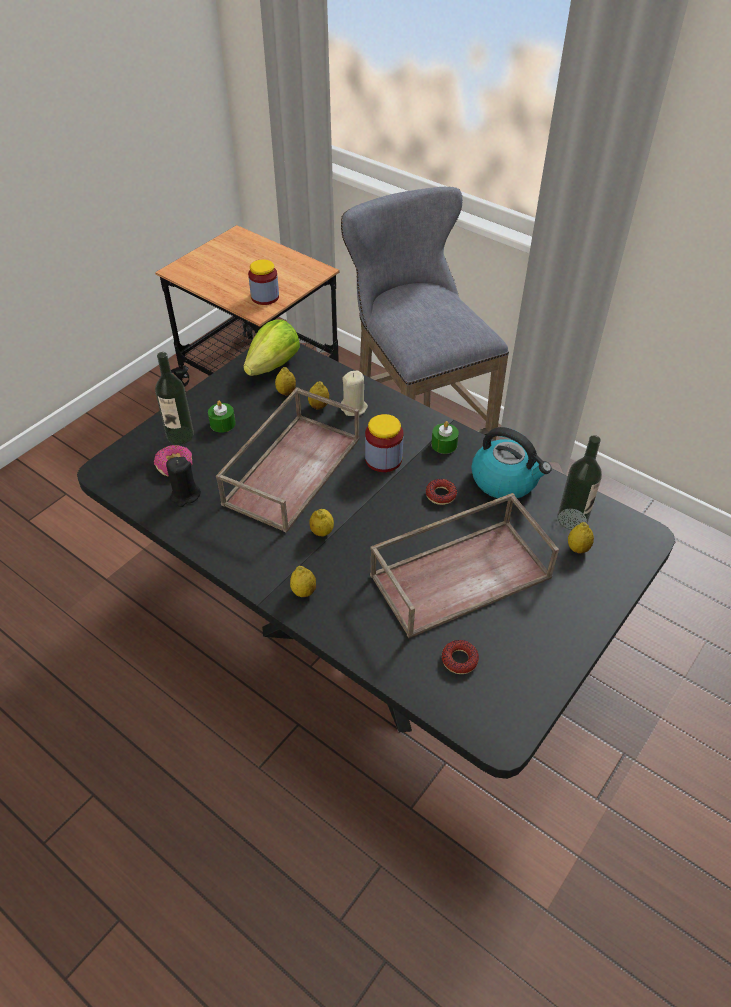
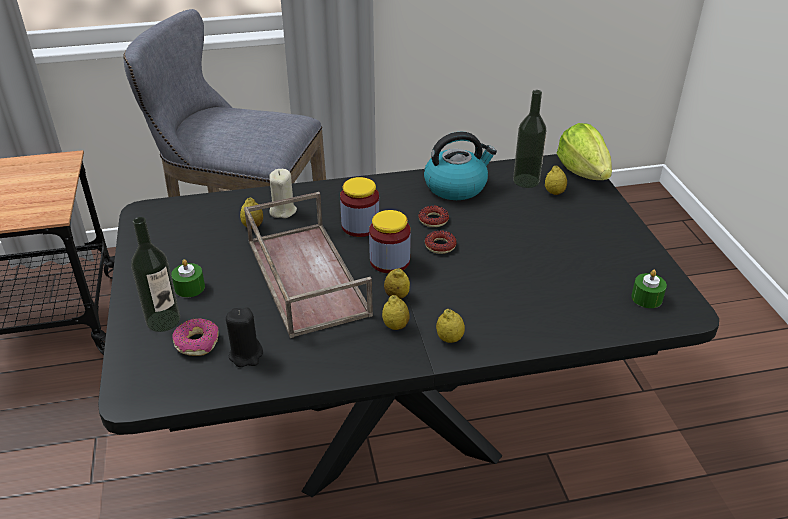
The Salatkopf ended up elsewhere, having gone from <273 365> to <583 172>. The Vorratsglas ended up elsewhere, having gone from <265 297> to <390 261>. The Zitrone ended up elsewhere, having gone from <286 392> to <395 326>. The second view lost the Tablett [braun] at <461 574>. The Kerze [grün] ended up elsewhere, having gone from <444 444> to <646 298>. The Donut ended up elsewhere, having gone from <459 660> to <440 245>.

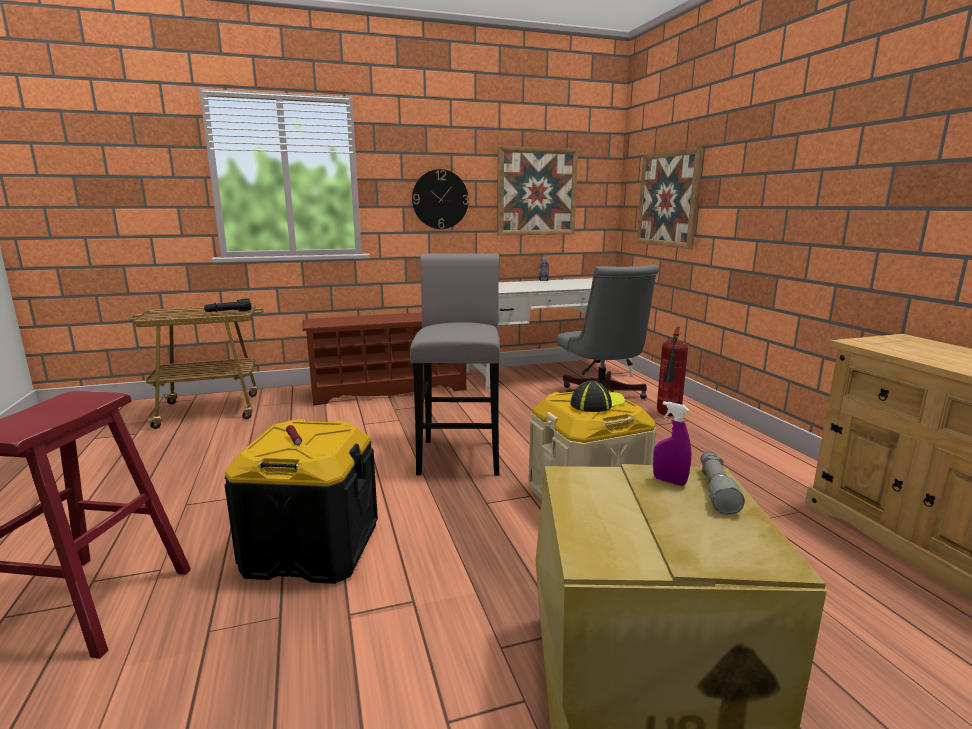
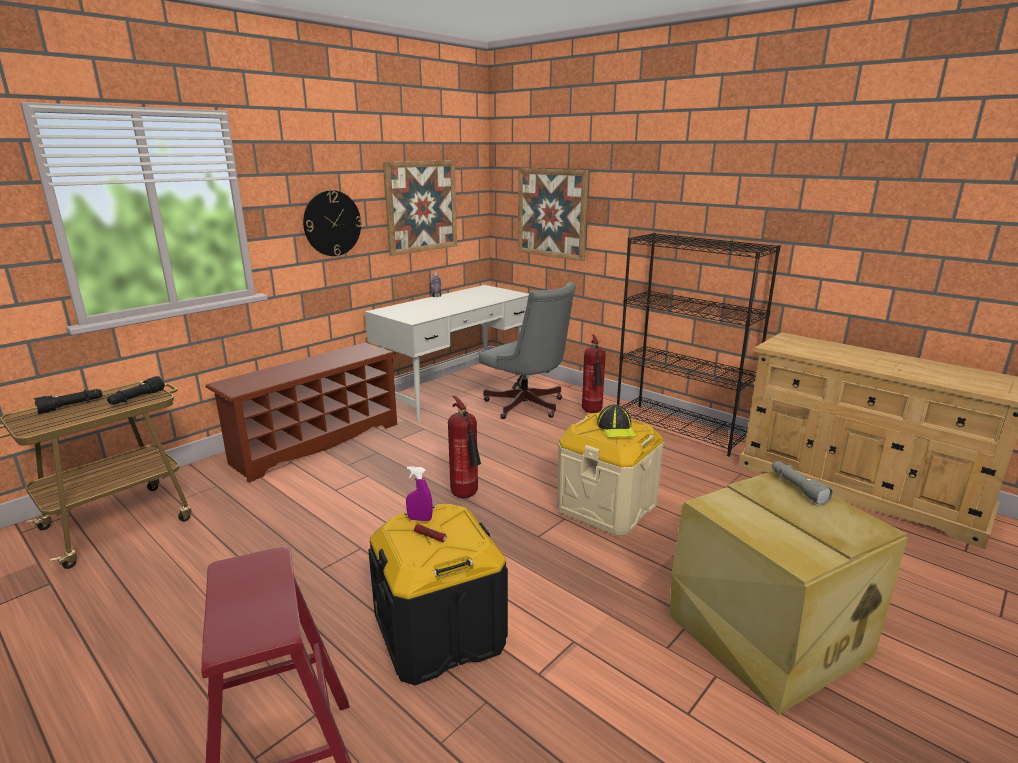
Where the Hocker [grau] stood at <460 453>, the Feuerlöscher came to stand at <466 496>. The Kappe at <597 403> ended up facing another way, 150 degrees clockwise from before. The Sprühflasche [lila] ended up elsewhere, having gone from <669 481> to <420 519>. The second view gained the Taschenlampe [schwarz] at <71 406>. The second view gained the Bücherregal [schwarz] at <681 429>.

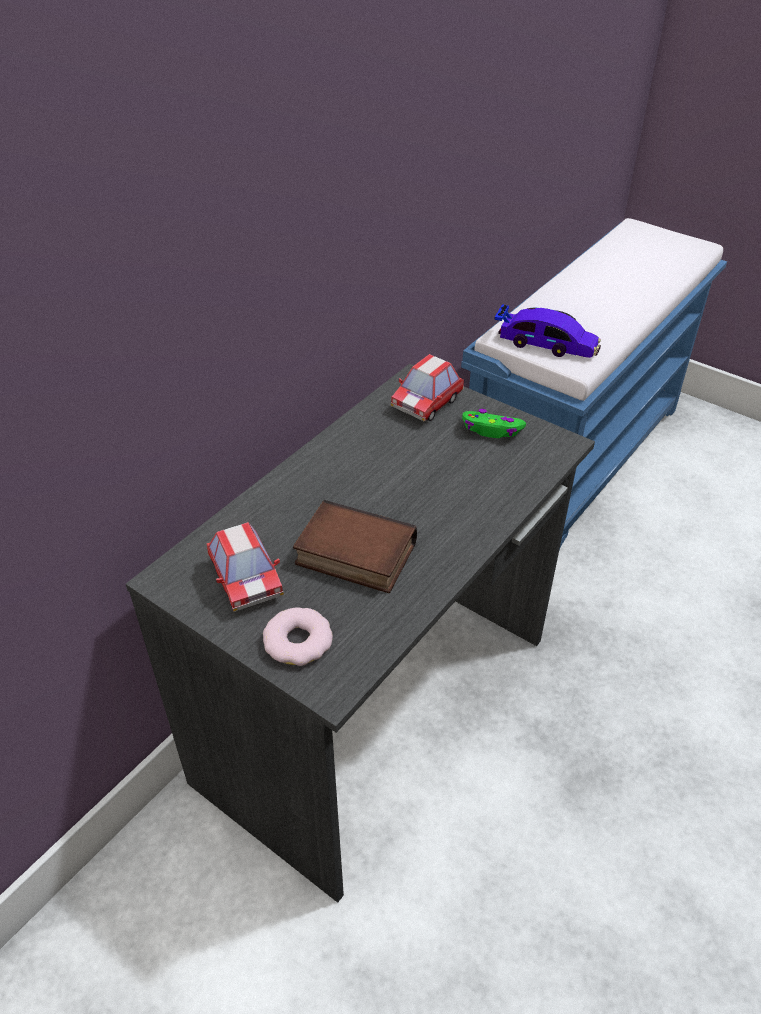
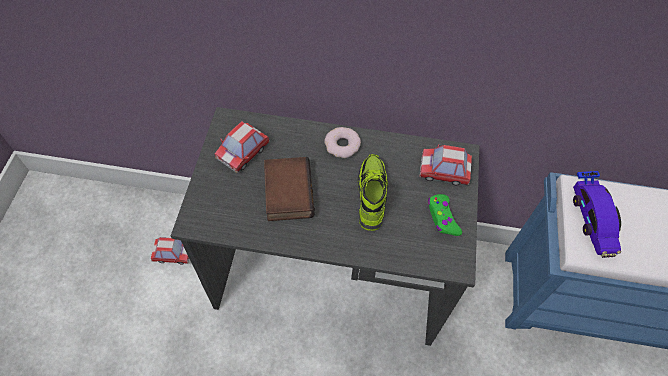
The Donut ended up elsewhere, having gone from <298 641> to <342 145>. The second view gained the Spielzeugauto at <173 254>. The second view gained the Schuh at <371 196>.

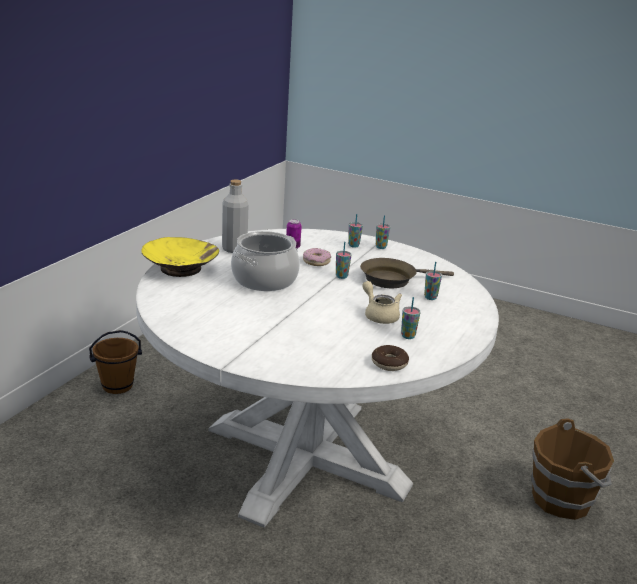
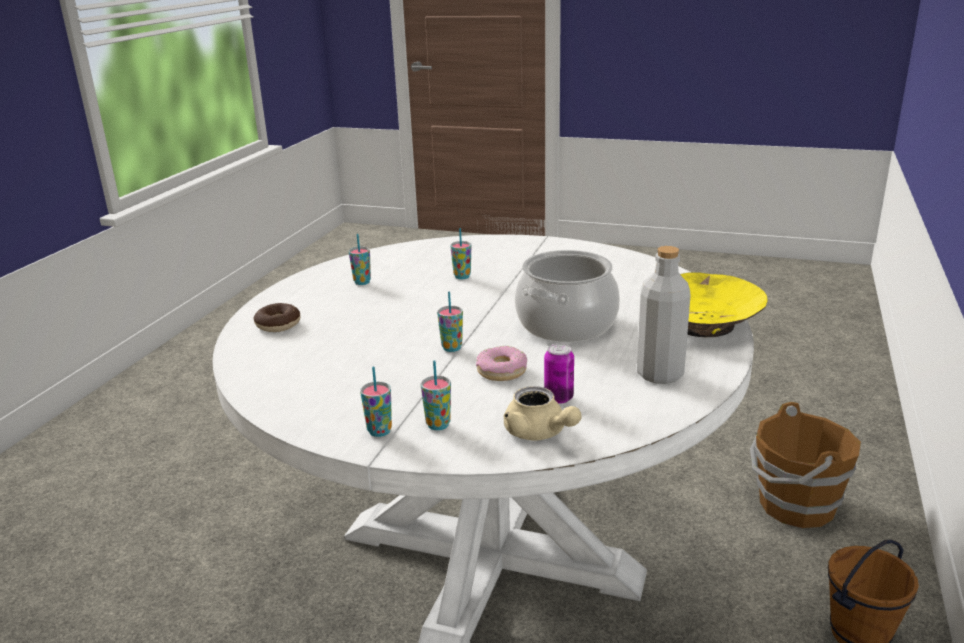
The second view lost the Pfanne [braun] at <392 279>. The Teekanne [beige] ended up elsewhere, having gone from <379 315> to <539 433>. The Donut ended up elsewhere, having gone from <389 363> to <278 325>. The Tasse ended up elsewhere, having gone from <430 297> to <462 276>. The Eimer [braun] ended up elsewhere, having gone from <563 500> to <794 505>.

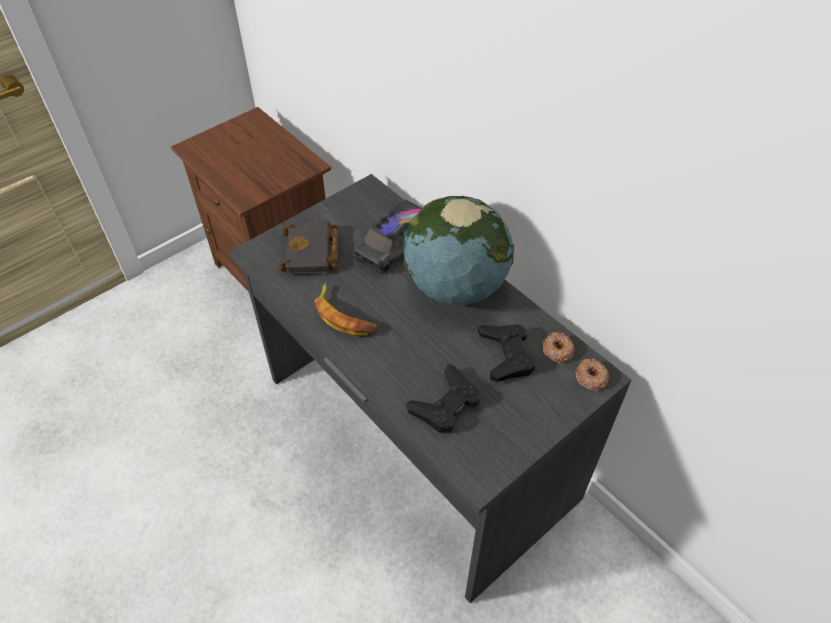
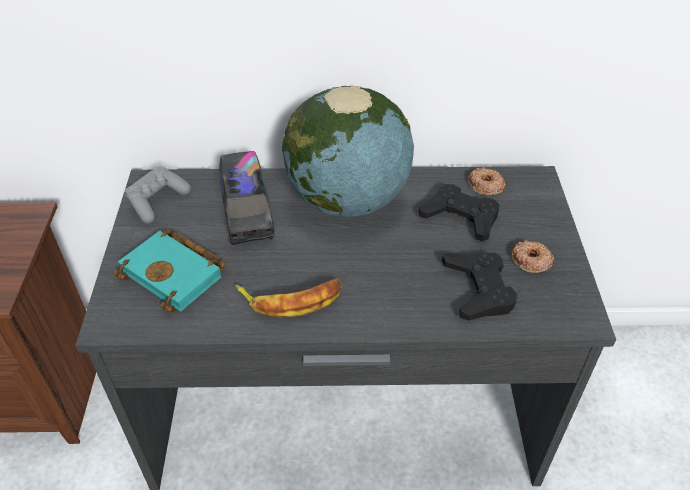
What was the Buch [schwarz] at <312 253> turned into the Buch [türkis] at <176 274>. The Donut ended up elsewhere, having gone from <591 377> to <531 260>. The second view gained the Gamepad [grau] at <157 202>.

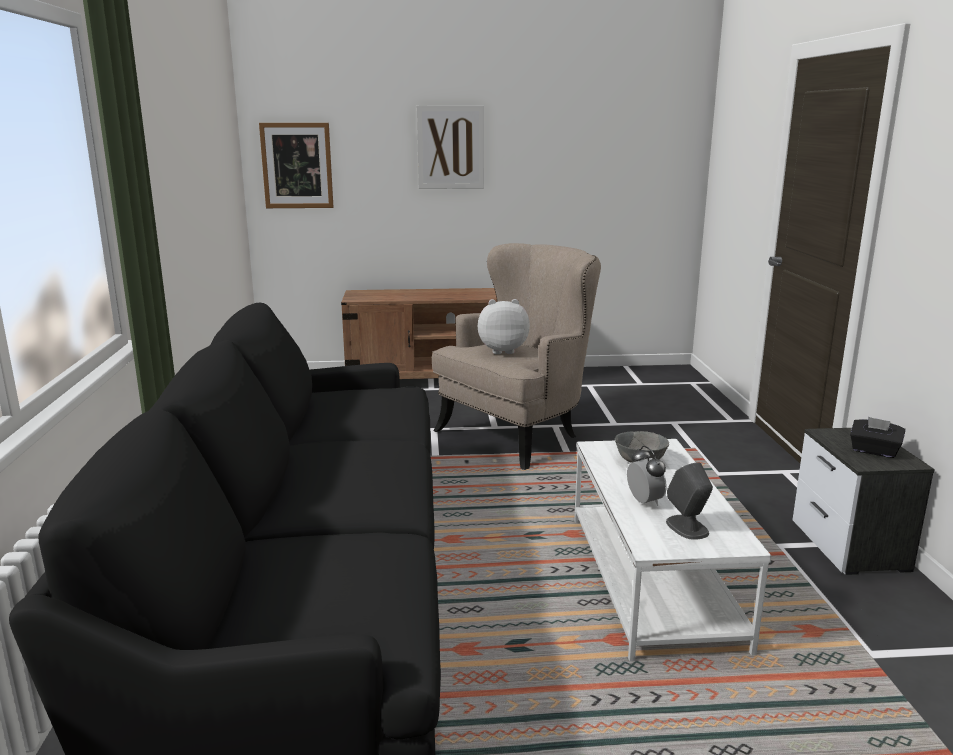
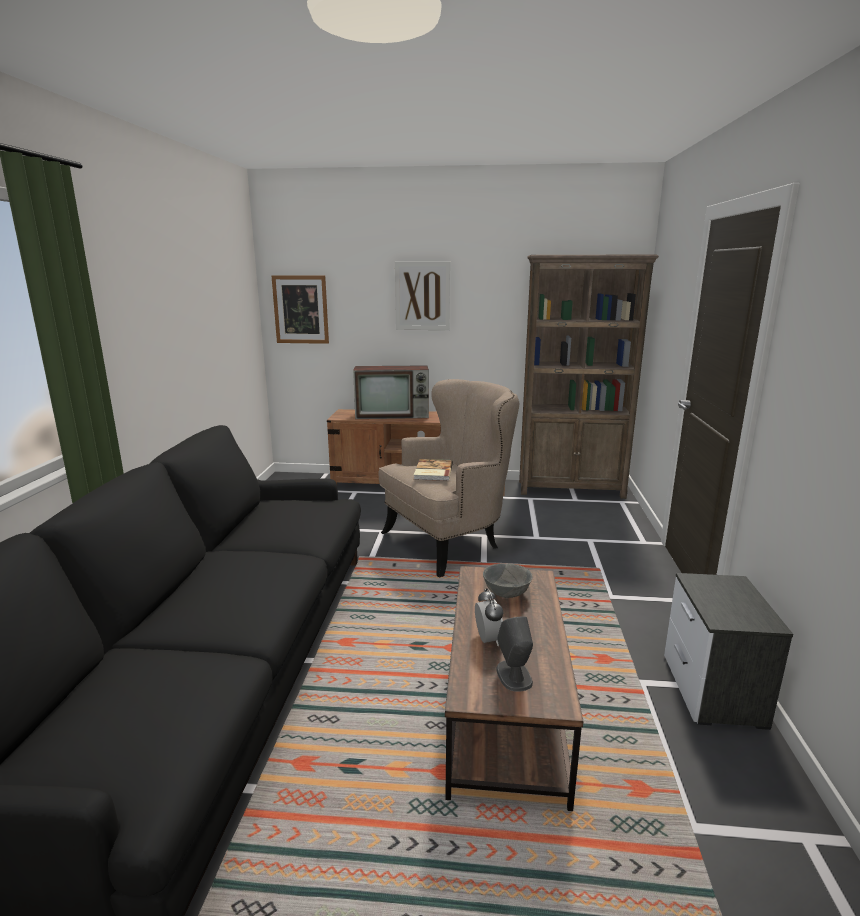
Where the Plüschtier stood at <502 350>, the Buch came to stand at <432 472>. What was the Couchtisch [weiß] at <650 579> turned into the Couchtisch [braun] at <504 706>. The second view lost the Taschentuchbox [schwarz] at <874 451>. The second view gained the Fernseher at <393 415>. The second view gained the Bücherregal [braun] at <571 489>.

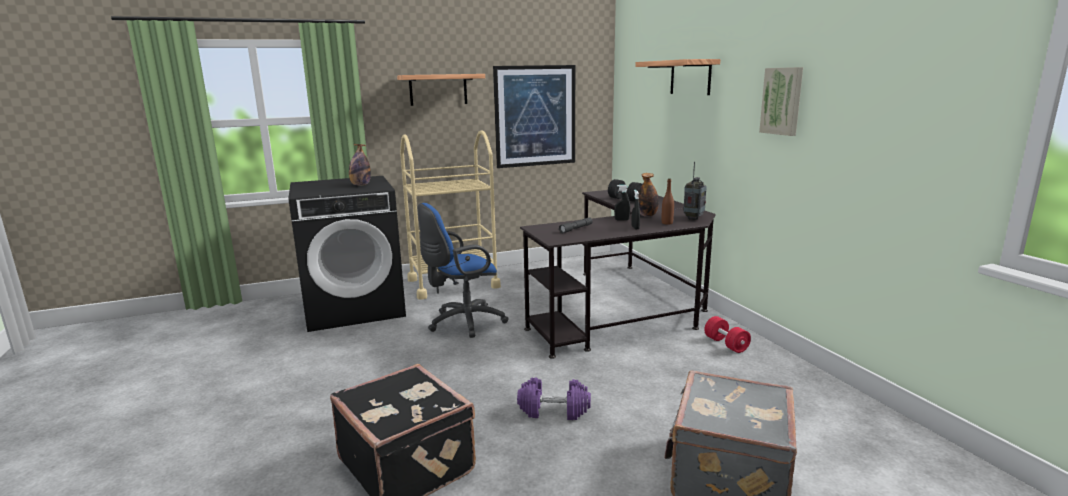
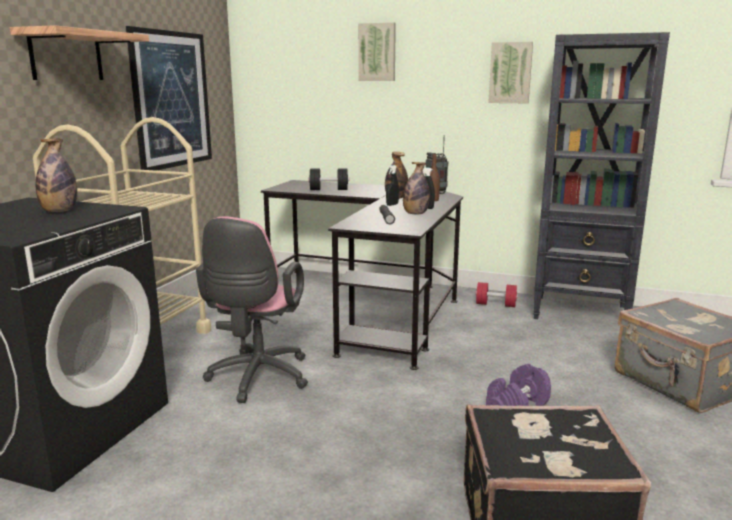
What was the Bürostuhl [blau] at <463 323> turned into the Bürostuhl [rosa] at <257 379>. Where the Wandregal hung at <690 77>, the Bild came to hang at <377 52>. The second view gained the Flasche at <415 214>. The second view gained the Bücherregal [schwarz] at <581 312>.

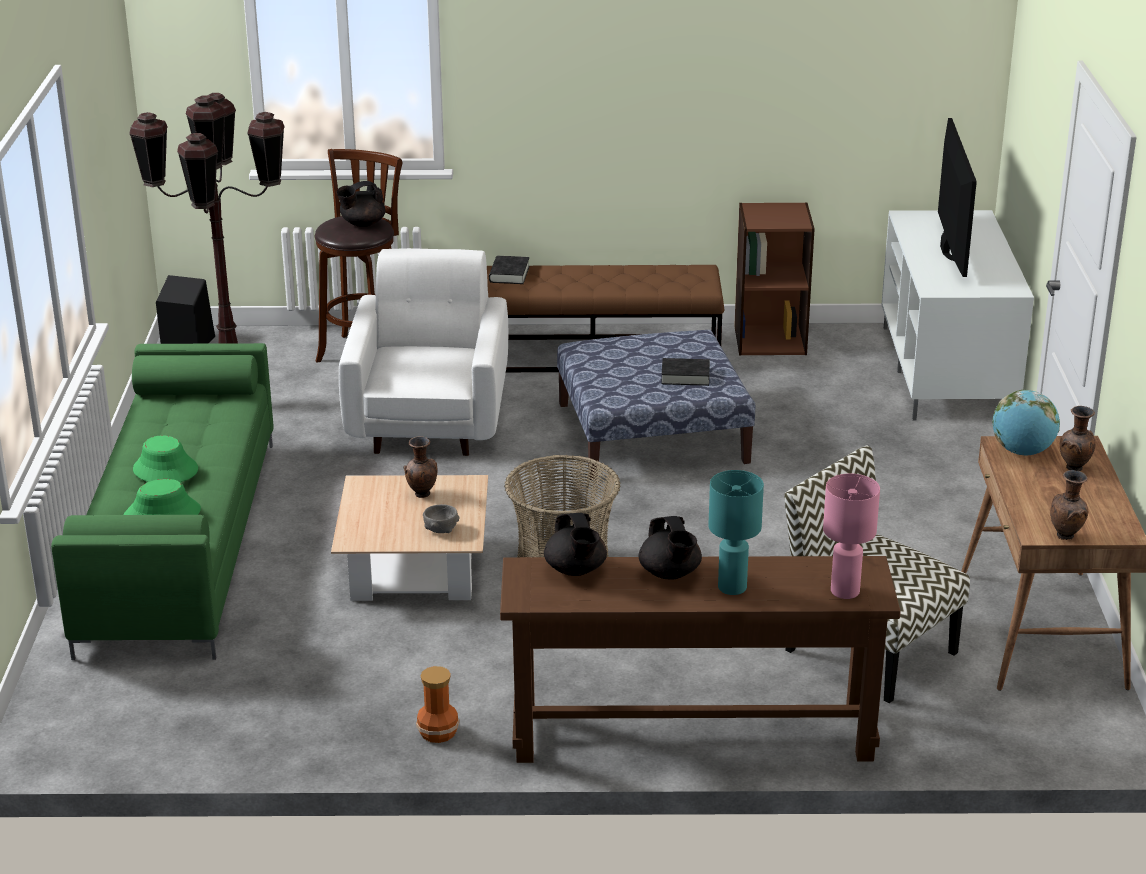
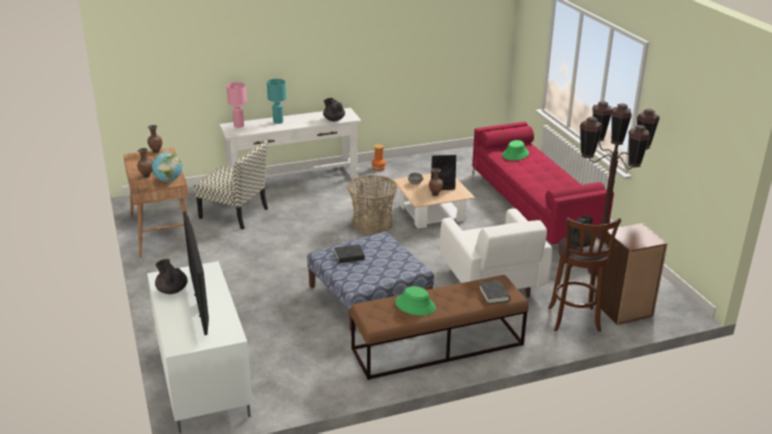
What was the Sofa [grün] at <179 543> turned into the Sofa [rot] at <535 206>. The Hut [grün] ended up elsewhere, having gone from <165 470> to <415 305>. The Lautsprecher [schwarz] ended up elsewhere, having gone from <186 343> to <443 185>. What was the Konsolentisch [braun] at <692 733> turned into the Konsolentisch [weiß] at <293 180>. The Teekanne [schwarz] ended up elsewhere, having gone from <670 573> to <172 290>. The Bücherregal [braun] ended up elsewhere, having gone from <770 340> to <623 309>.

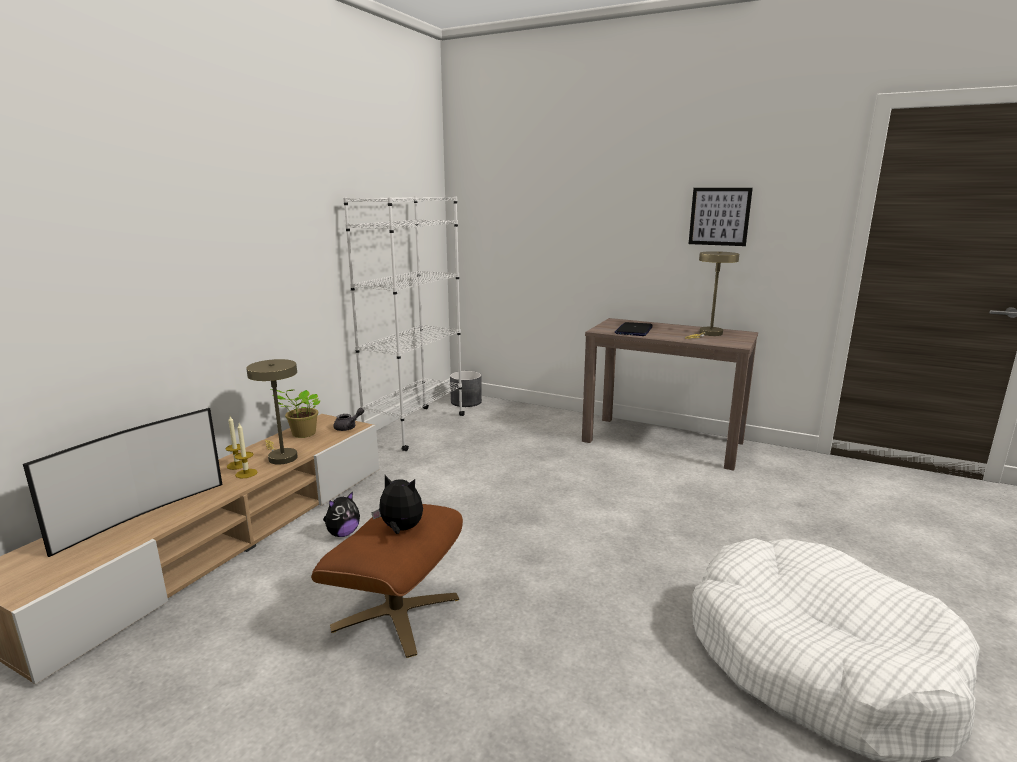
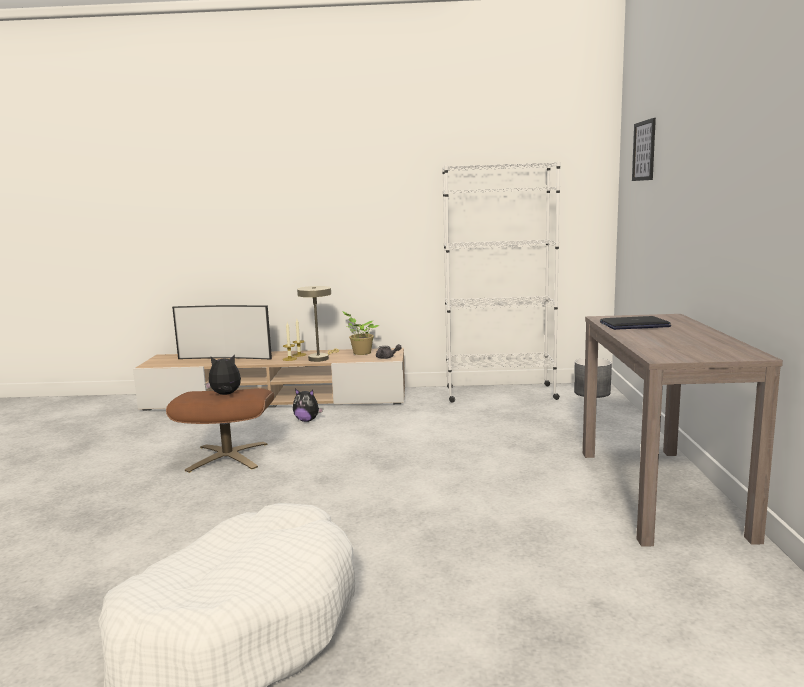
The Plüschtier at <400 529> ended up facing another way, 90 degrees counterclockwise from before. The second view lost the Tischlampe [beige] at <708 334>. The Bild ended up elsewhere, having gone from <719 216> to <644 151>.

